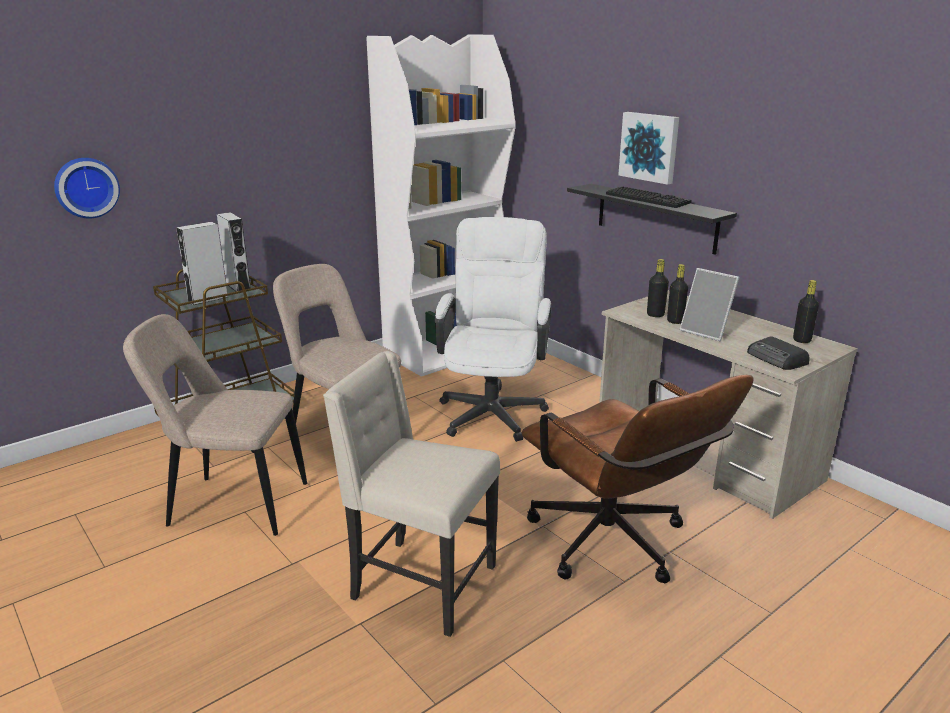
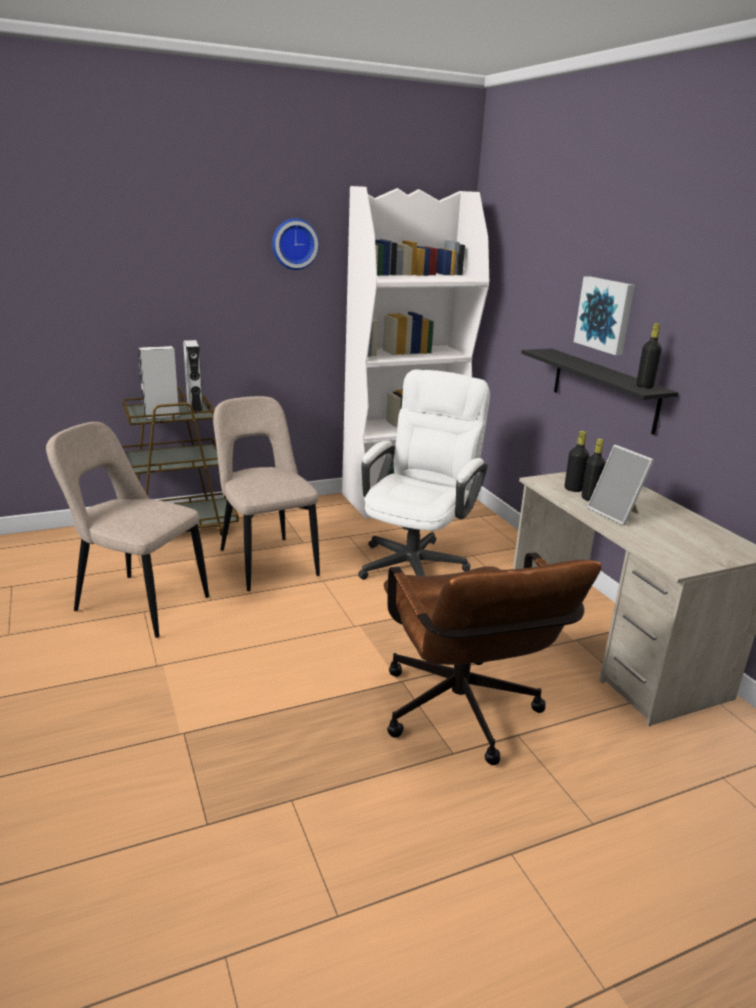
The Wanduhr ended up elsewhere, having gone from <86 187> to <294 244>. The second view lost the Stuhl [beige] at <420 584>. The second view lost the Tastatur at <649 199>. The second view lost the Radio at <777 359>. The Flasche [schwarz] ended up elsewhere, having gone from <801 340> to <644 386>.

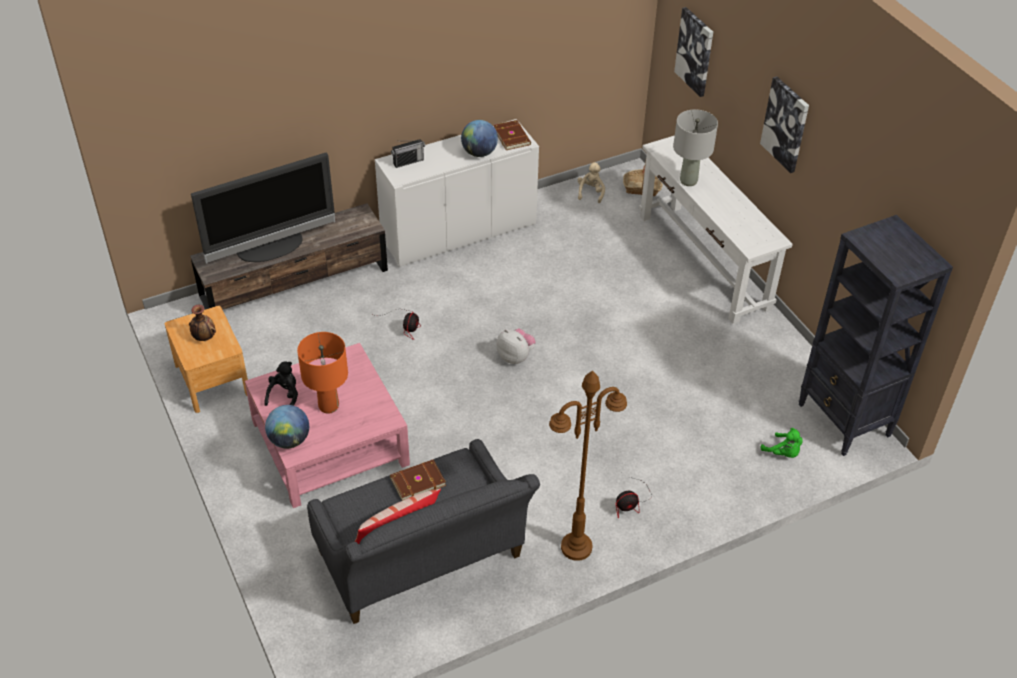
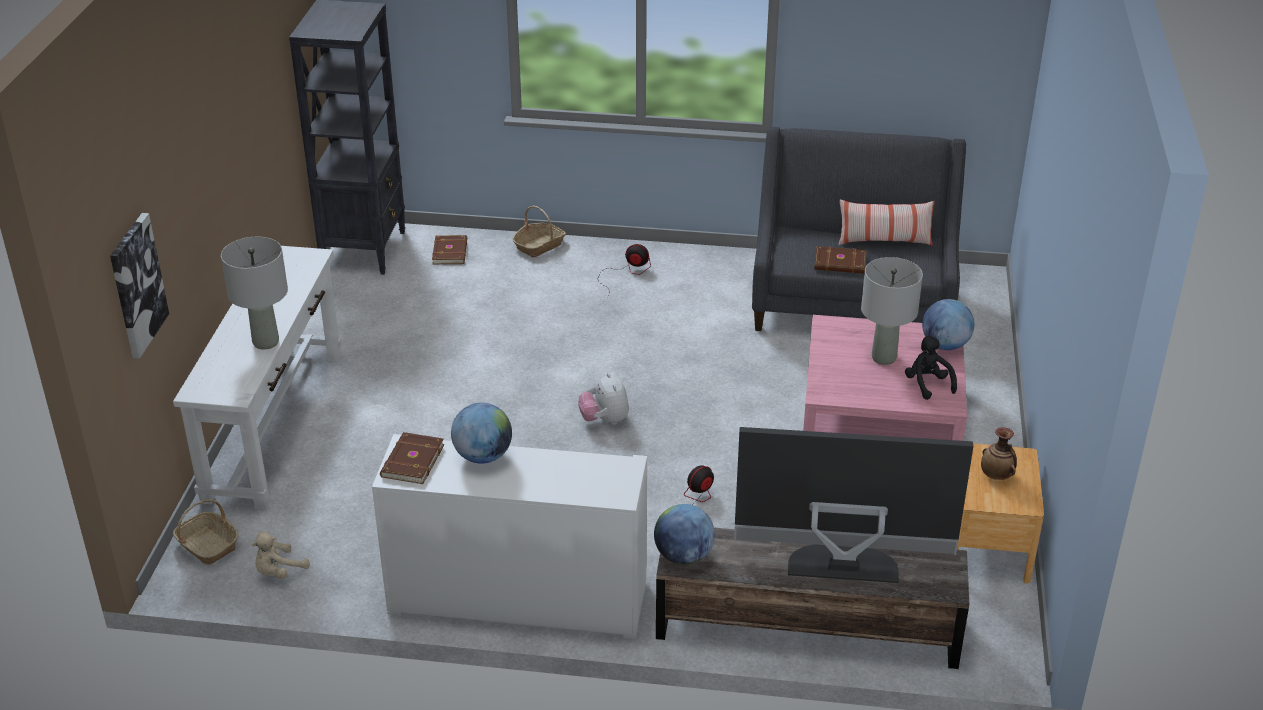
The Plüschtier [schwarz] at <284 396> ended up facing another way, 105 degrees clockwise from before. What was the Tischlampe [orange] at <328 406> turned into the Tischlampe [grau] at <884 358>. The second view lost the Radio at <408 162>. The second view lost the Stehlampe [braun] at <576 547>. The second view lost the Bild at <786 124>. Where the Plüschtier [grün] stood at <783 453>, the Buch [braun] came to stand at <451 252>. The second view gained the Korb at <539 246>. The second view gained the Globus at <683 556>.

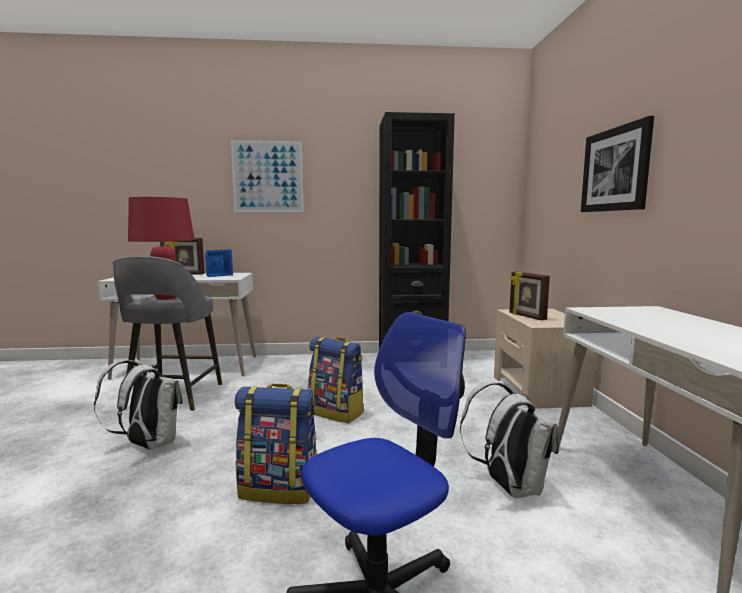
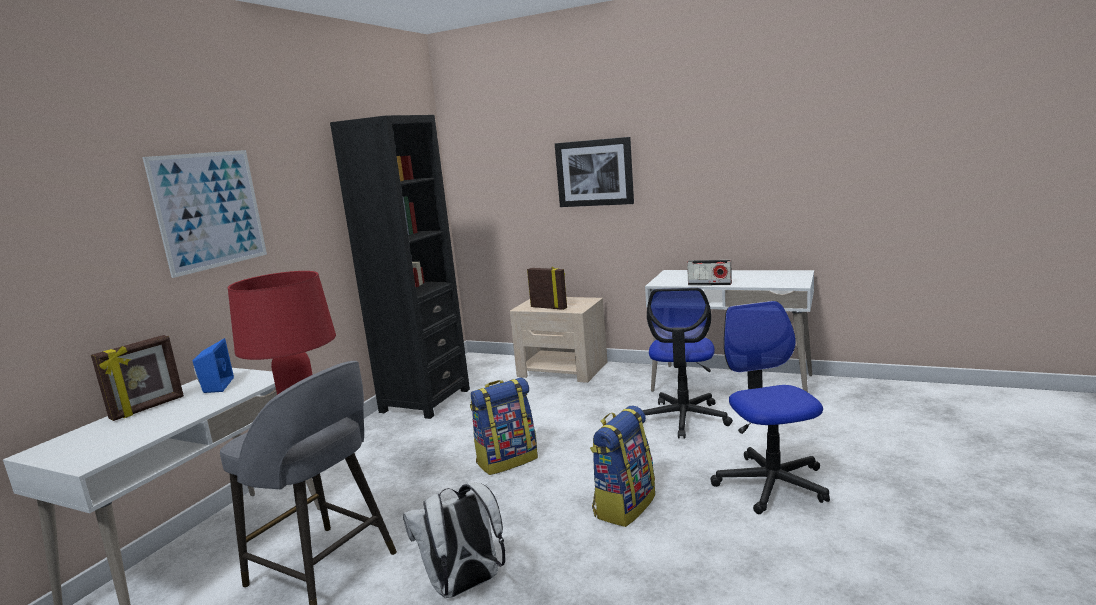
Where the Rucksack [weiß] stood at <508 486>, the Bürostuhl came to stand at <684 418>. The Bilderrahmen at <526 316> ended up facing another way, 150 degrees counterclockwise from before. The second view gained the Radio at <709 284>.

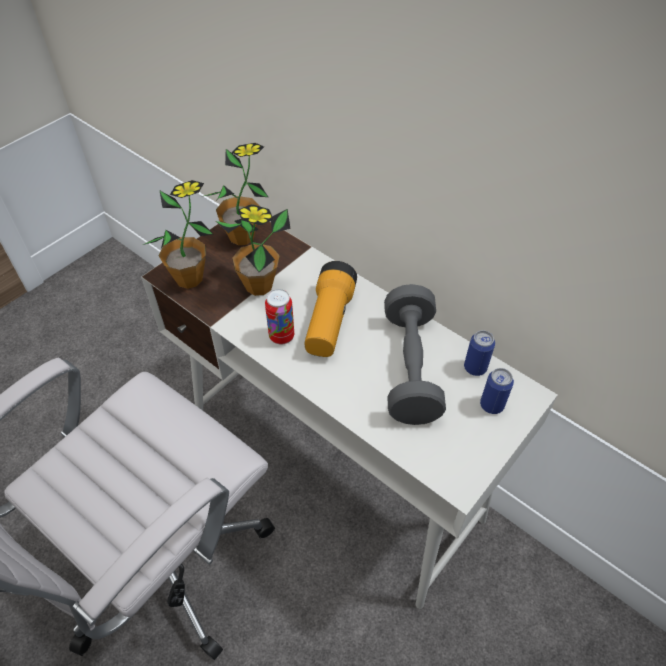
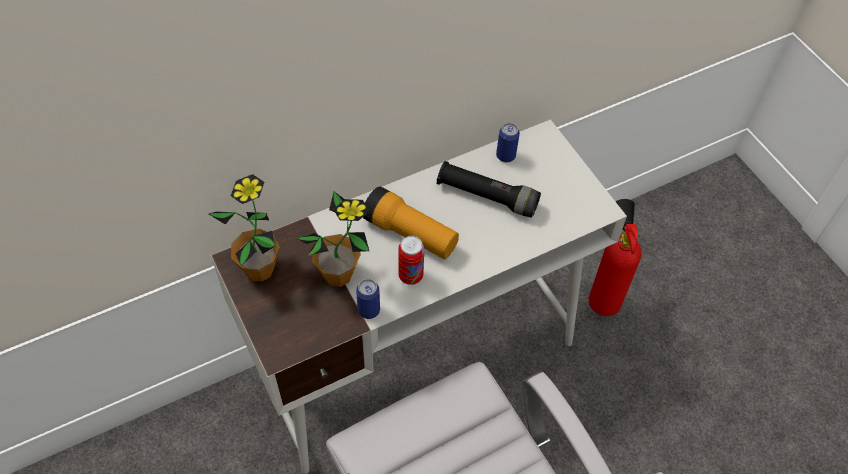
The second view lost the Topfpflanze at <189 278>. Where the Hantel [grau] stood at <410 367>, the Taschenlampe [schwarz] came to stand at <487 196>. The Dose ended up elsewhere, having gone from <491 405> to <369 310>. The second view gained the Feuerlöscher at <602 297>.

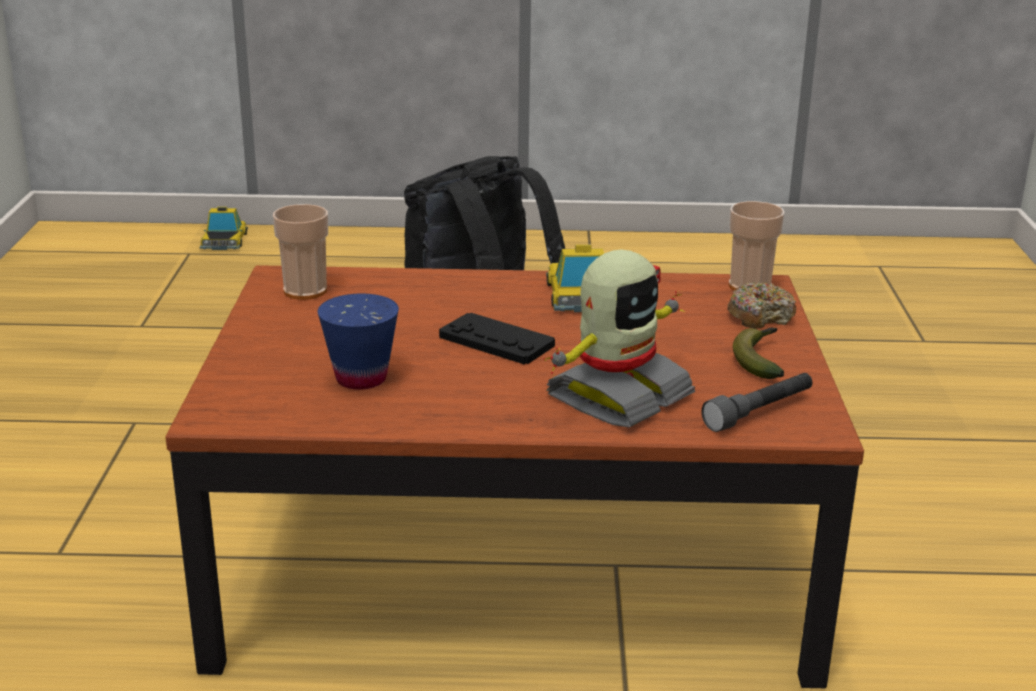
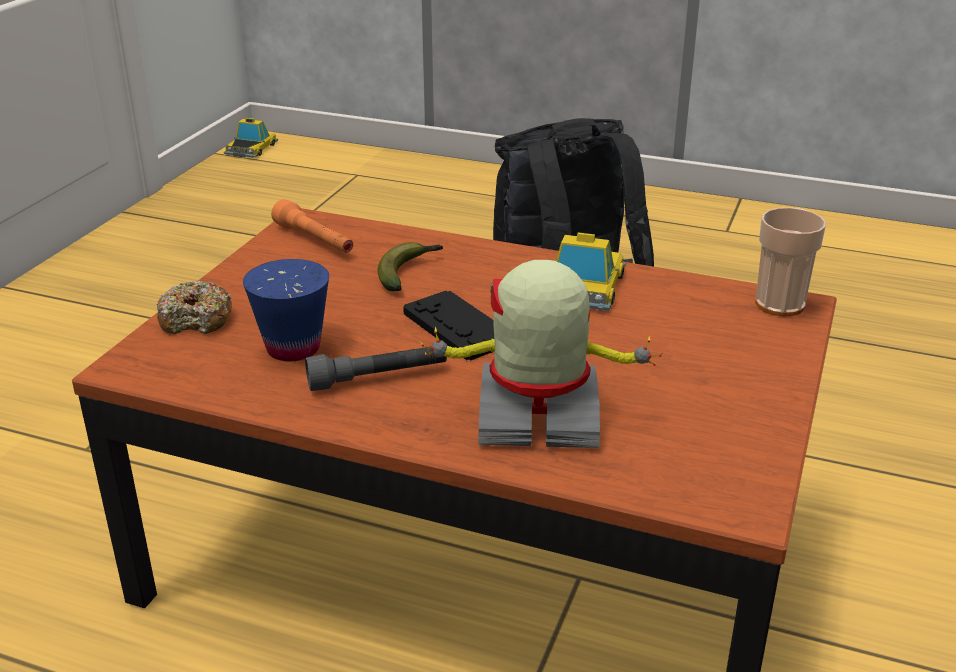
The Spielzeugauto ended up elsewhere, having gone from <224 240> to <251 148>. Where the Tasse stood at <305 291>, the Taschenlampe [orange] came to stand at <315 241>. The Spielzeugroboter at <616 395> ended up facing another way, 150 degrees counterclockwise from before. The Taschenlampe [grau] ended up elsewhere, having gone from <759 412> to <378 378>. The Donut ended up elsewhere, having gone from <760 316> to <196 319>. The Banane ended up elsewhere, having gone from <760 359> to <409 273>.

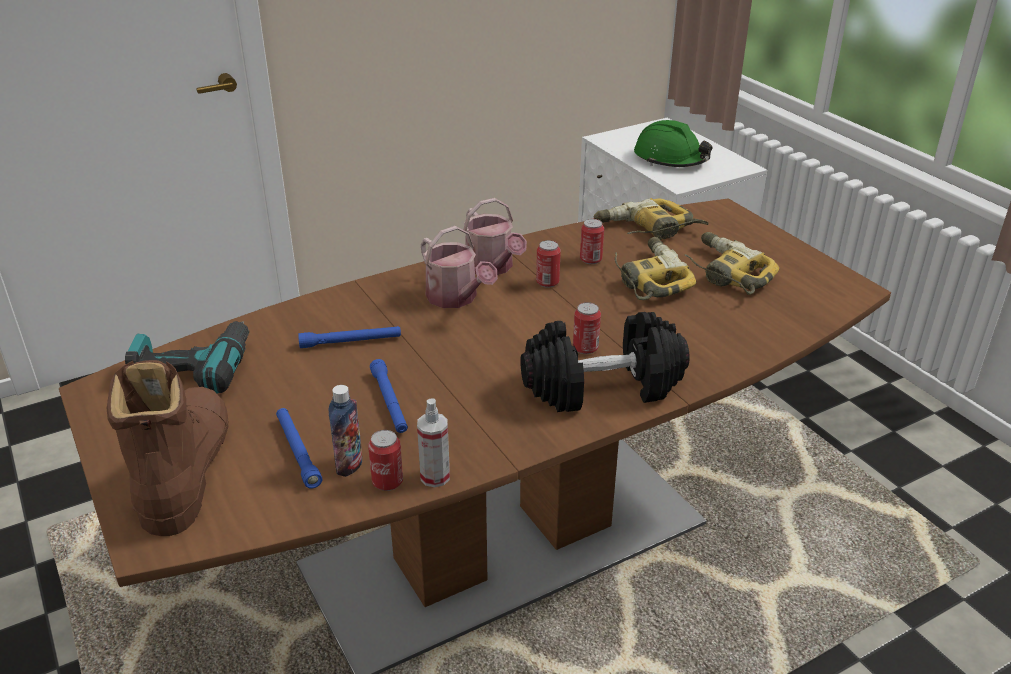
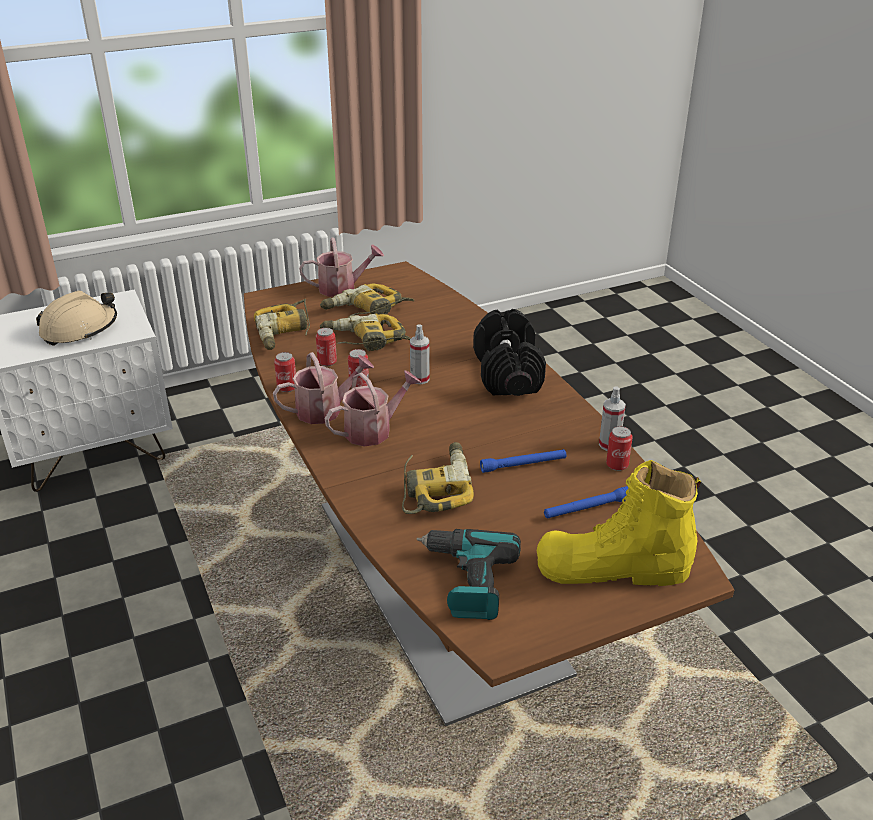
What was the Stiefel [braun] at <184 470> turned into the Stiefel [gelb] at <613 568>. Where the Taschenlampe [blau] stood at <351 342>, the Bohrmaschine came to stand at <435 487>. The second view lost the Flasche at <349 465>. The Dose ended up elsewhere, having gone from <585 348> to <287 388>. What was the Schutzhelm [grün] at <670 159> turned into the Schutzhelm [beige] at <79 329>. The second view gained the Gießkanne at <342 288>. The second view gained the Sprühflasche at <419 379>.

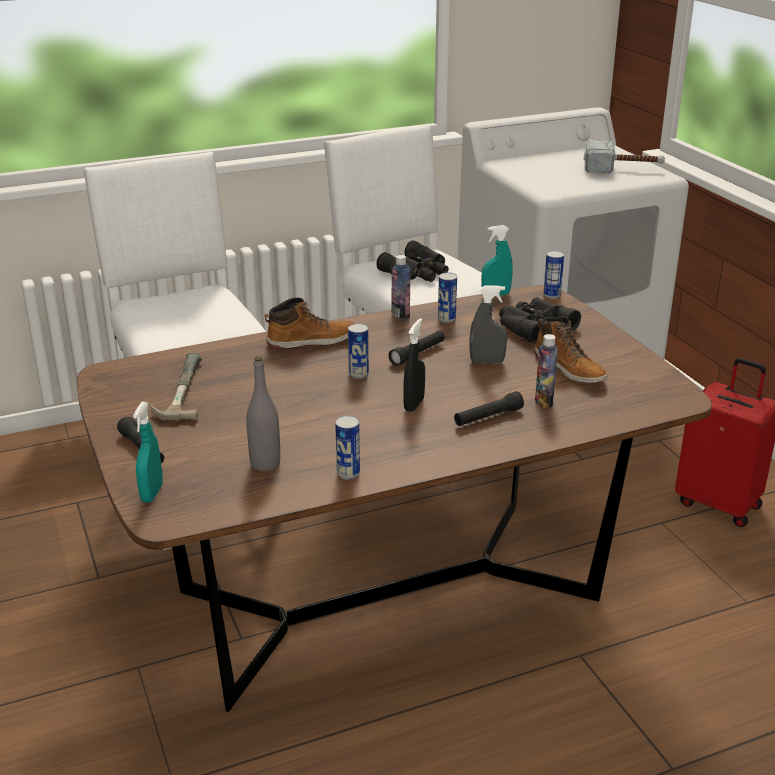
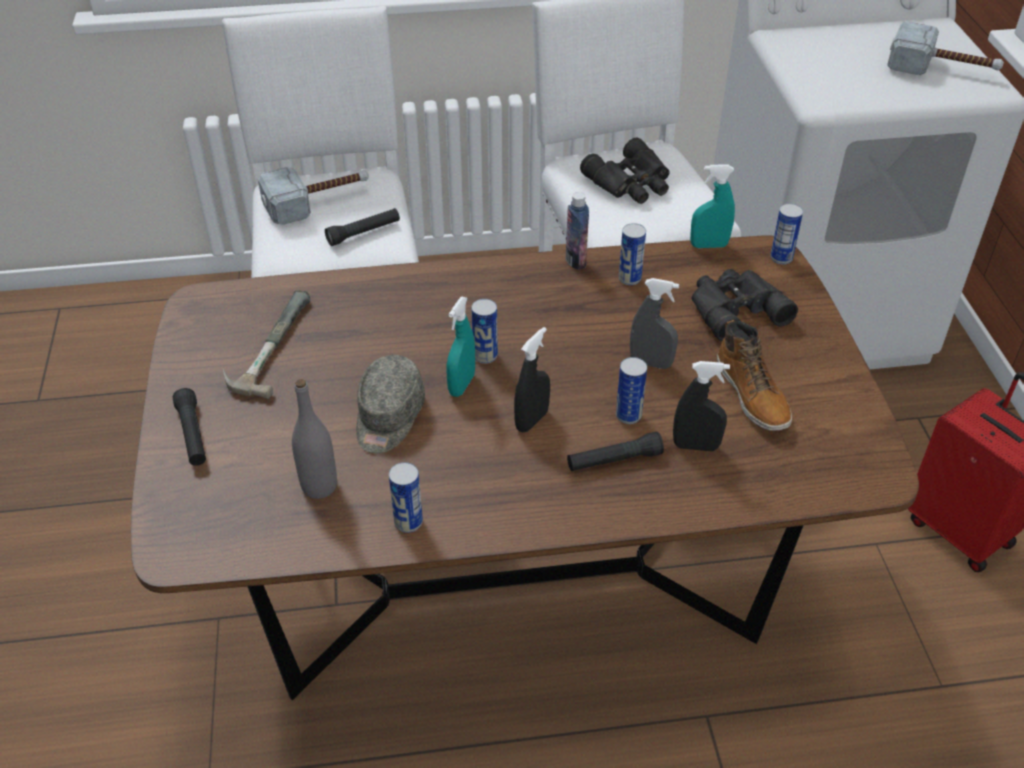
The Sprühflasche [türkis] ended up elsewhere, having gone from <152 493> to <462 385>. The second view lost the Stiefel at <312 341>. The Taschenlampe [schwarz] ended up elsewhere, having gone from <417 354> to <363 233>. Where the Flasche stood at <544 401>, the Sprühflasche [schwarz] came to stand at <696 446>. The second view gained the Hammer at <318 201>. The second view gained the Kappe [grau] at <388 418>. The second view gained the Dose at <628 415>.

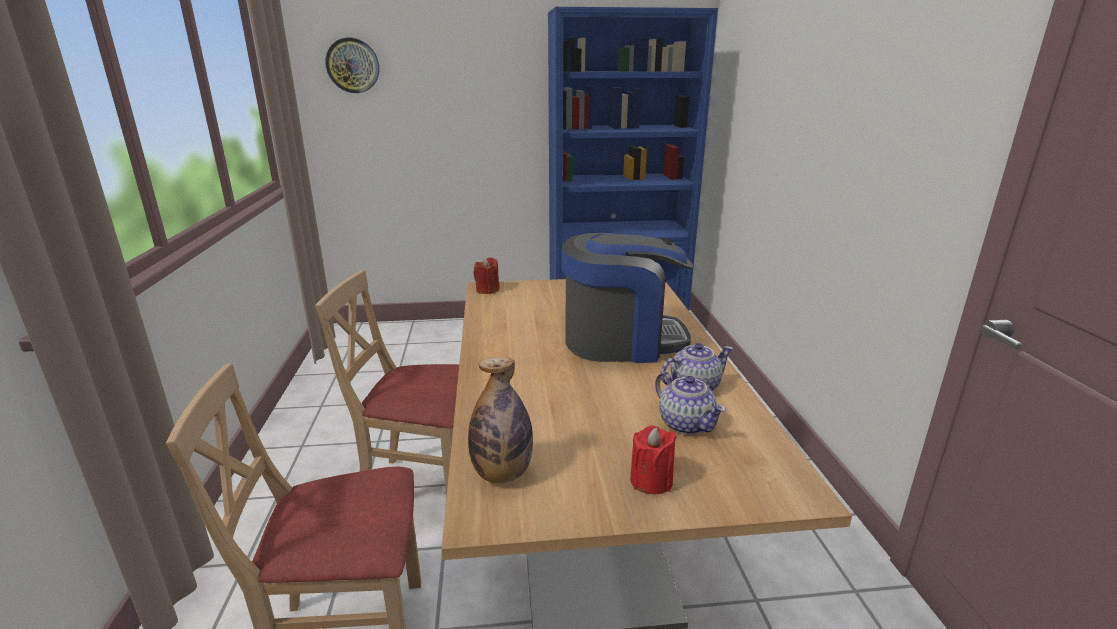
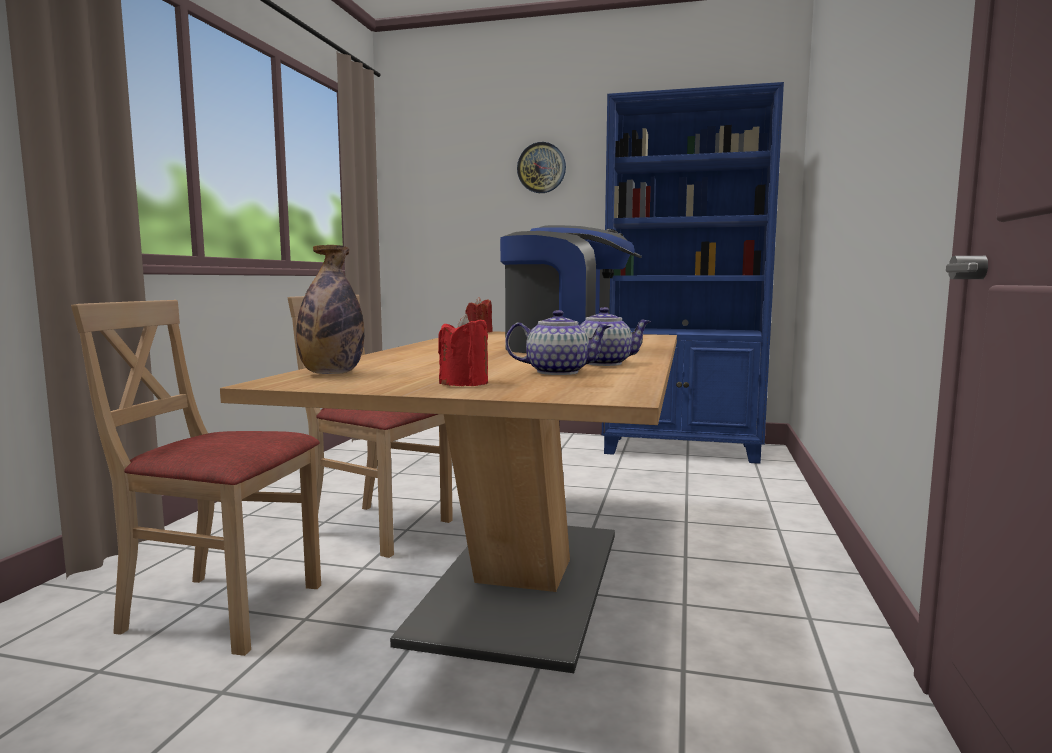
The Wanduhr ended up elsewhere, having gone from <353 65> to <541 168>. The Teekanne at <685 423> ended up facing another way, 75 degrees counterclockwise from before.

